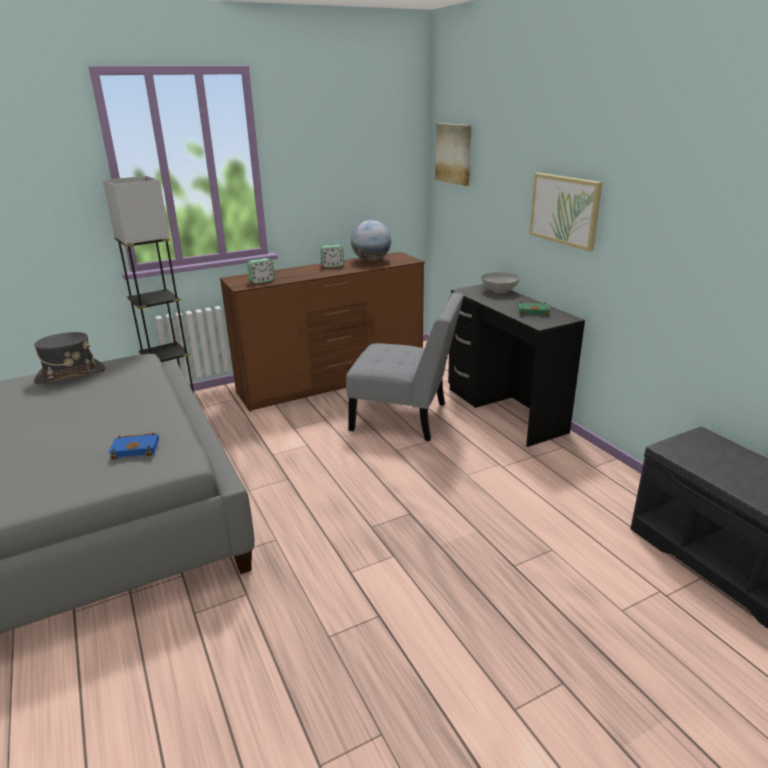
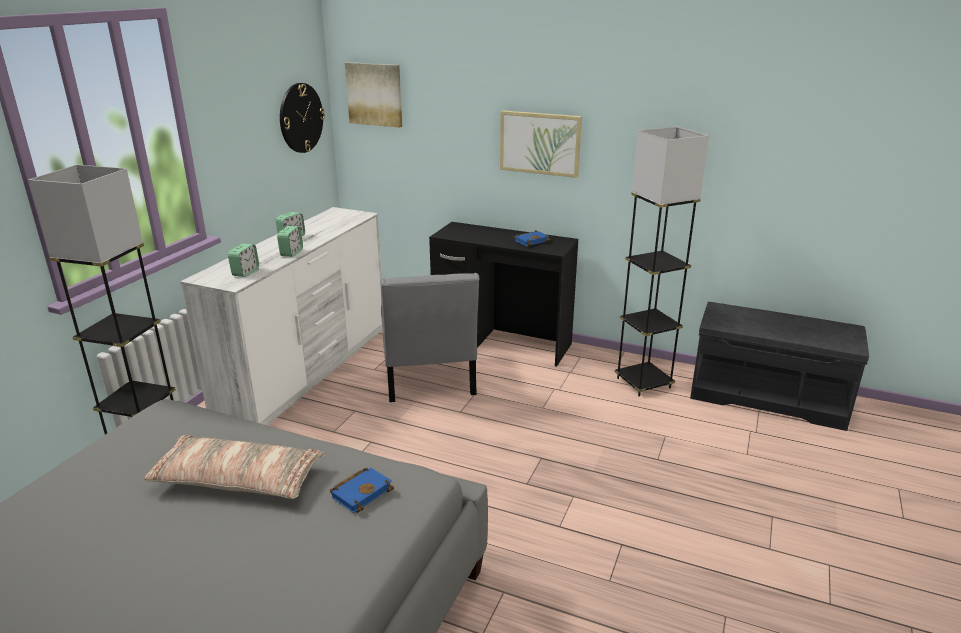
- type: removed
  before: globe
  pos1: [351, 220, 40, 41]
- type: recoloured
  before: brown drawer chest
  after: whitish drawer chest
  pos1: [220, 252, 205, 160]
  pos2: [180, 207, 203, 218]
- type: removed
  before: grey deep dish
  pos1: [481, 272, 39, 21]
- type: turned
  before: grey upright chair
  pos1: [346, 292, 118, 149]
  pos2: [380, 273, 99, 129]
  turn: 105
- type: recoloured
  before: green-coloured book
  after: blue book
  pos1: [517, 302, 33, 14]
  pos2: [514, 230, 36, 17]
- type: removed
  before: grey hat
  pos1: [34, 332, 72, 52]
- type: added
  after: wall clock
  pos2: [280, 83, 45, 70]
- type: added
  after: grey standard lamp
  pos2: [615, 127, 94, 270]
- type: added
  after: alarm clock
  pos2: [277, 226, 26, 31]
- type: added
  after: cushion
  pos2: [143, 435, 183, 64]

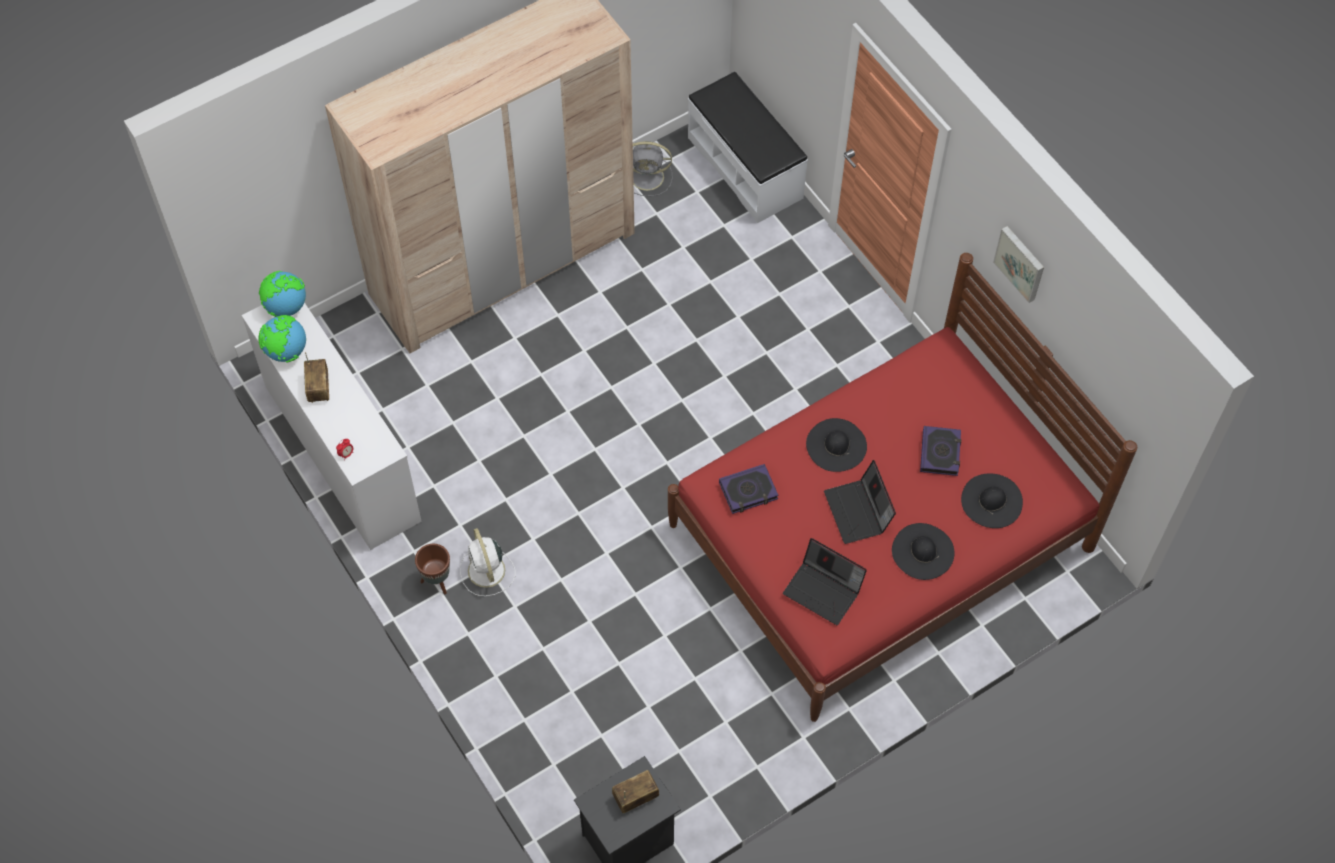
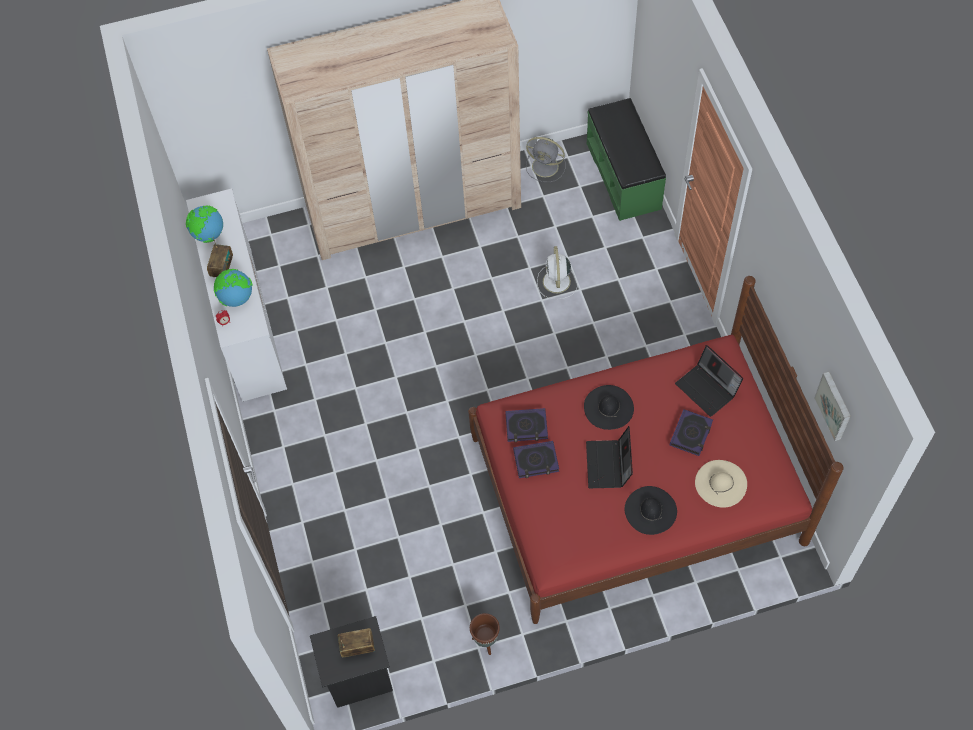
- type: recoloured
  before: whitish long seat
  after: green-coloured long seat
  pos1: [688, 72, 120, 151]
  pos2: [587, 98, 79, 123]
- type: moved
  before: wall art
  pos1: [993, 226, 51, 77]
  pos2: [814, 372, 37, 69]
- type: moved
  before: globe
  pos1: [259, 271, 47, 46]
  pos2: [214, 269, 39, 38]
- type: recoloured
  before: blackish hat
  after: beige-coloured hat
  pos1: [961, 473, 62, 55]
  pos2: [695, 460, 52, 48]
- type: moved
  before: whitish electric fan
  pos1: [460, 528, 55, 68]
  pos2: [537, 246, 41, 53]
- type: moved
  before: notebook computer
  pos1: [783, 538, 84, 87]
  pos2: [675, 345, 68, 72]
- type: moved
  before: brown planter
  pos1: [415, 544, 35, 50]
  pos2: [470, 613, 30, 42]
- type: added
  after: book
  pos2: [513, 441, 46, 37]

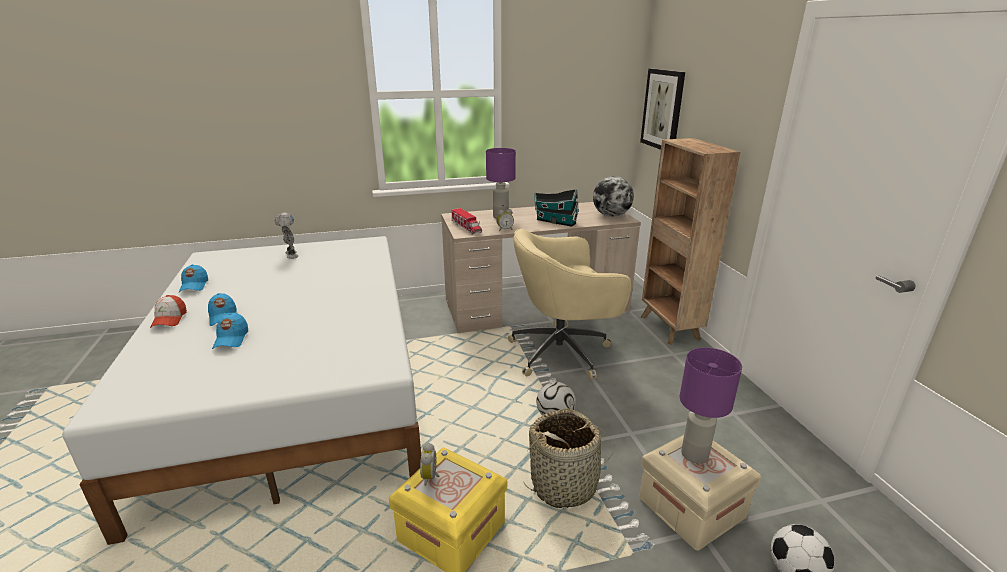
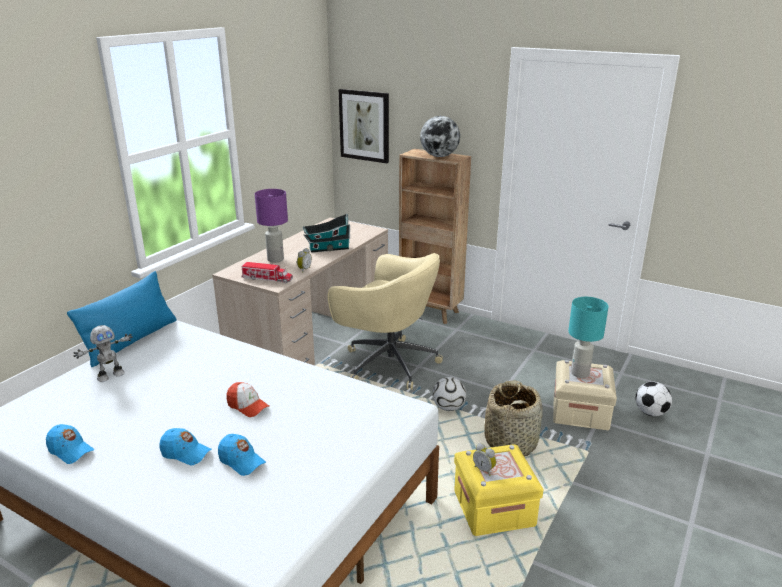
- type: moved
  before: globe
  pos1: [593, 176, 41, 41]
  pos2: [420, 116, 40, 41]
- type: turned
  before: model robot
  pos1: [275, 212, 23, 47]
  pos2: [74, 325, 59, 57]
  turn: 120
- type: turned
  before: beige-coloured office chair
  pos1: [508, 229, 123, 150]
  pos2: [328, 253, 115, 137]
  turn: -90
- type: moved
  before: baseball cap
  pos1: [150, 295, 37, 33]
  pos2: [226, 382, 43, 35]
- type: recoloured
  before: purple lamp for a table
  after: turquoise-coloured lamp for a table
  pos1: [680, 347, 62, 116]
  pos2: [568, 297, 41, 81]
- type: added
  after: blue cushion
  pos2: [67, 271, 109, 96]

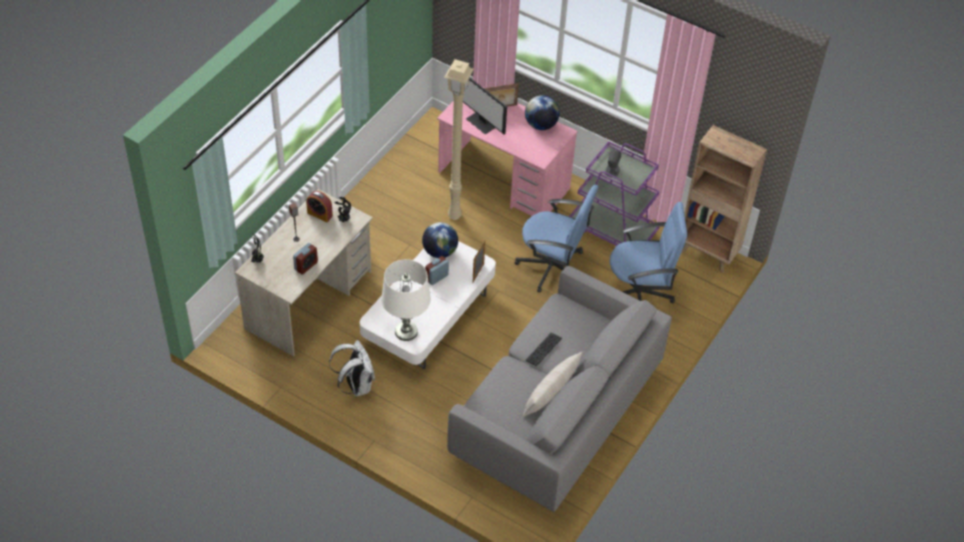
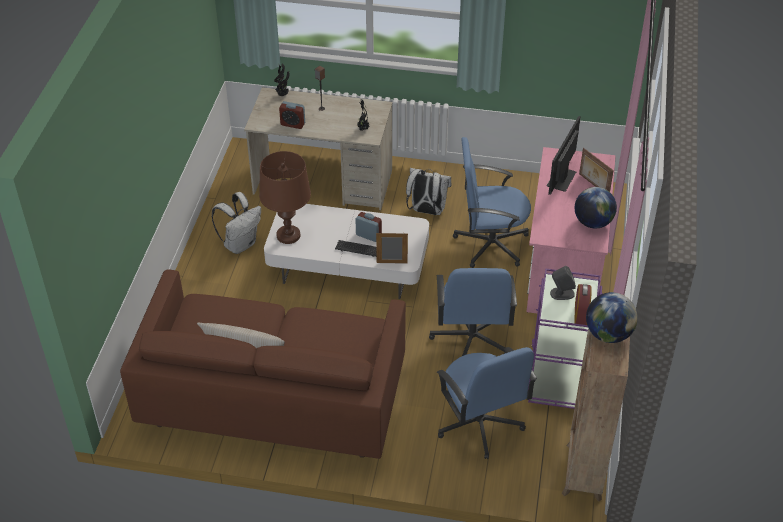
- type: replaced
  before: beige-coloured standard lamp
  after: blue office chair
  pos1: [444, 59, 30, 161]
  pos2: [453, 137, 78, 131]
- type: moved
  before: alarm clock
  pos1: [306, 191, 27, 31]
  pos2: [574, 284, 18, 41]
- type: moved
  before: globe
  pos1: [422, 222, 36, 36]
  pos2: [586, 292, 52, 51]
- type: recoloured
  before: whitish lamp for a table
  after: brown lamp for a table
  pos1: [381, 259, 50, 82]
  pos2: [259, 151, 52, 93]
- type: recoloured
  before: grey settee
  after: brown settee
  pos1: [447, 266, 225, 246]
  pos2: [120, 269, 286, 190]
- type: moved
  before: computer keyboard
  pos1: [525, 332, 37, 35]
  pos2: [335, 240, 42, 17]
- type: added
  after: whitish backpack
  pos2: [406, 168, 45, 47]

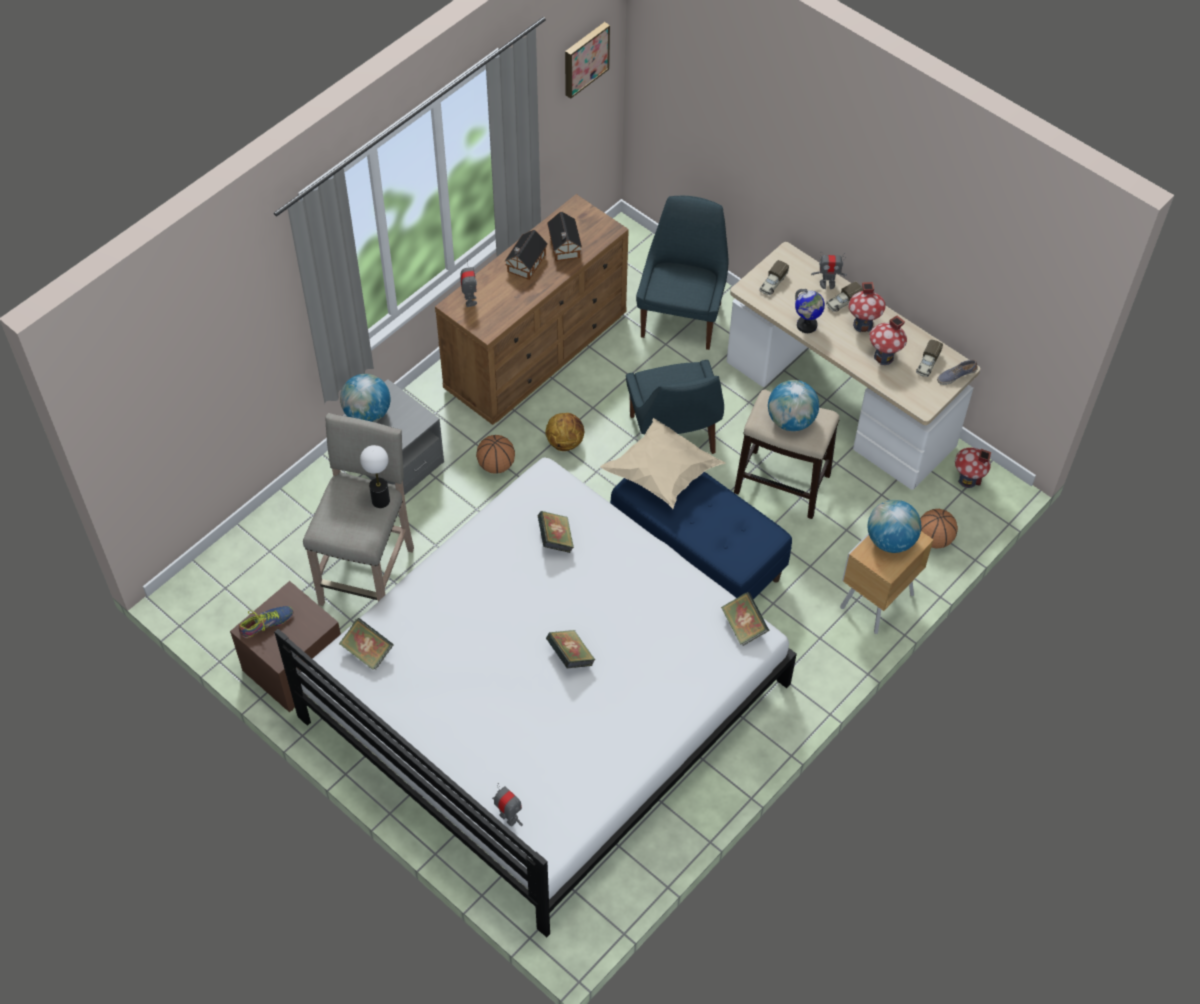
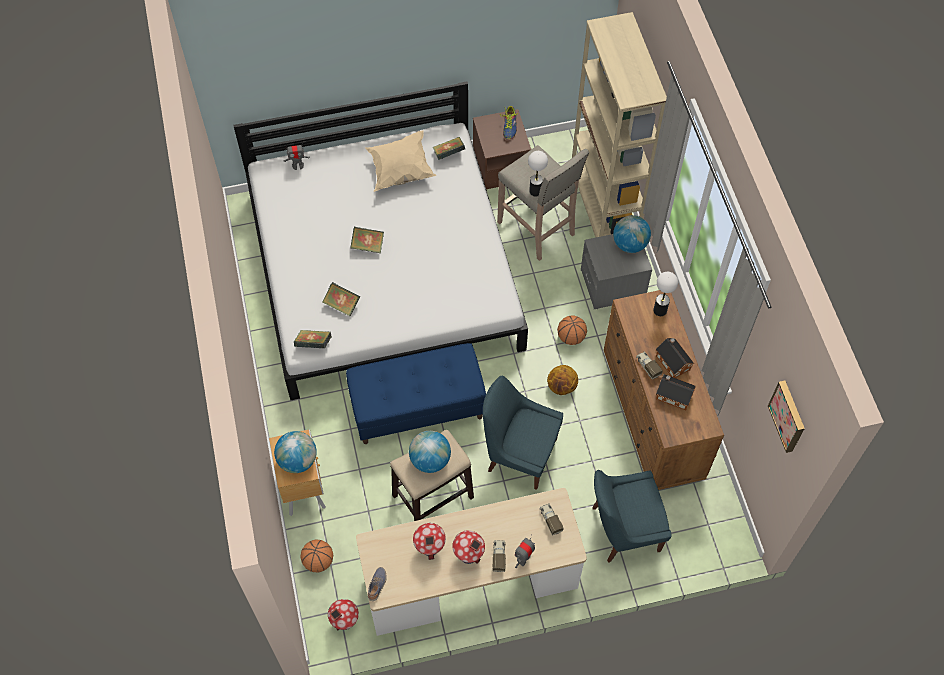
- type: turned
  before: blue upright chair
  pos1: [636, 196, 92, 154]
  pos2: [593, 470, 79, 92]
  turn: 120
- type: replaced
  before: model robot
  after: lamp for a table
  pos1: [460, 259, 17, 48]
  pos2: [653, 272, 25, 44]
- type: removed
  before: globe
  pos1: [795, 289, 30, 44]
- type: moved
  before: toy truck
  pos1: [916, 339, 27, 38]
  pos2: [636, 351, 27, 29]
- type: moved
  before: beige-coloured cushion
  pos1: [600, 418, 126, 91]
  pos2: [365, 131, 71, 61]
- type: moved
  before: book
  pos1: [538, 511, 36, 42]
  pos2: [322, 282, 38, 34]
- type: added
  after: beige-coloured shelving unit
  pos2: [572, 12, 95, 226]

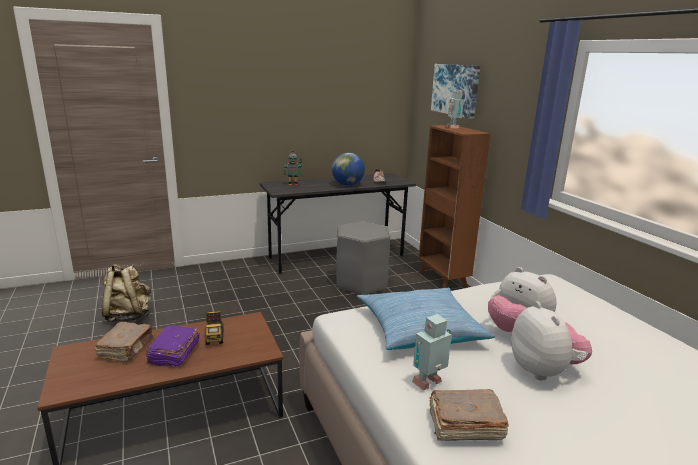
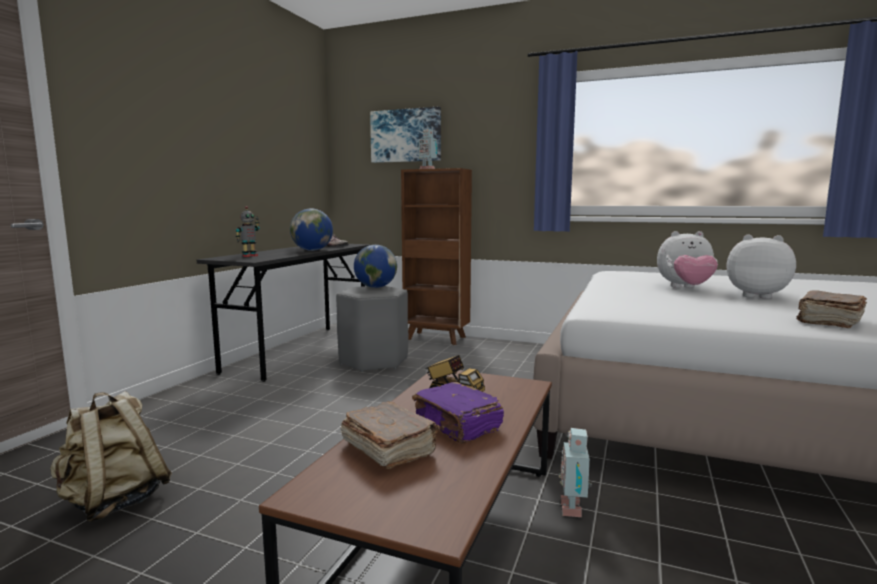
- type: removed
  before: cushion
  pos1: [357, 288, 138, 62]
- type: moved
  before: model robot
  pos1: [412, 314, 40, 76]
  pos2: [559, 428, 33, 89]
- type: added
  after: globe
  pos2: [354, 245, 43, 43]

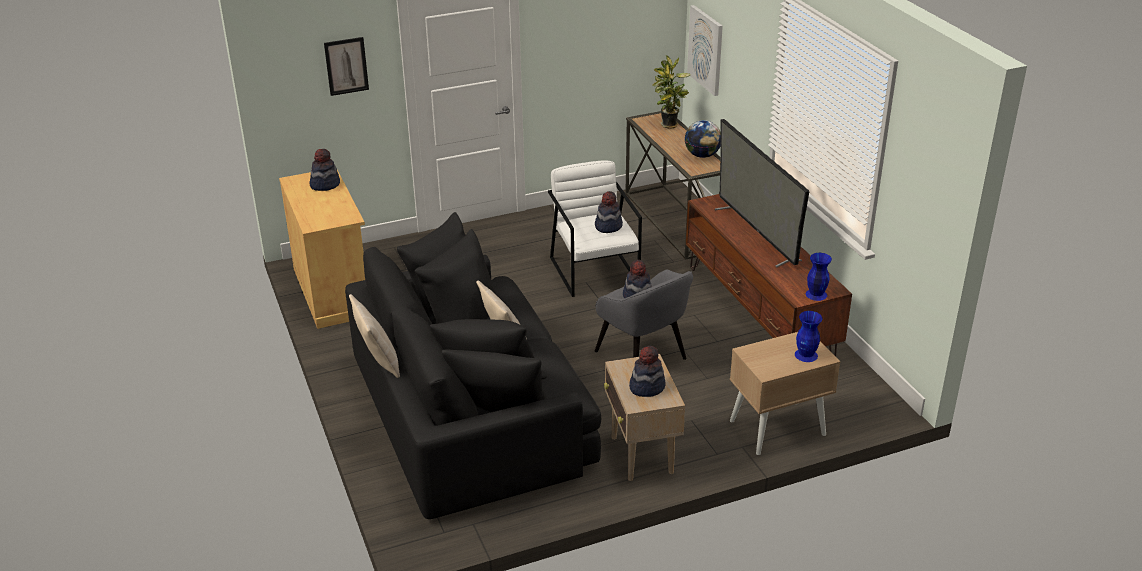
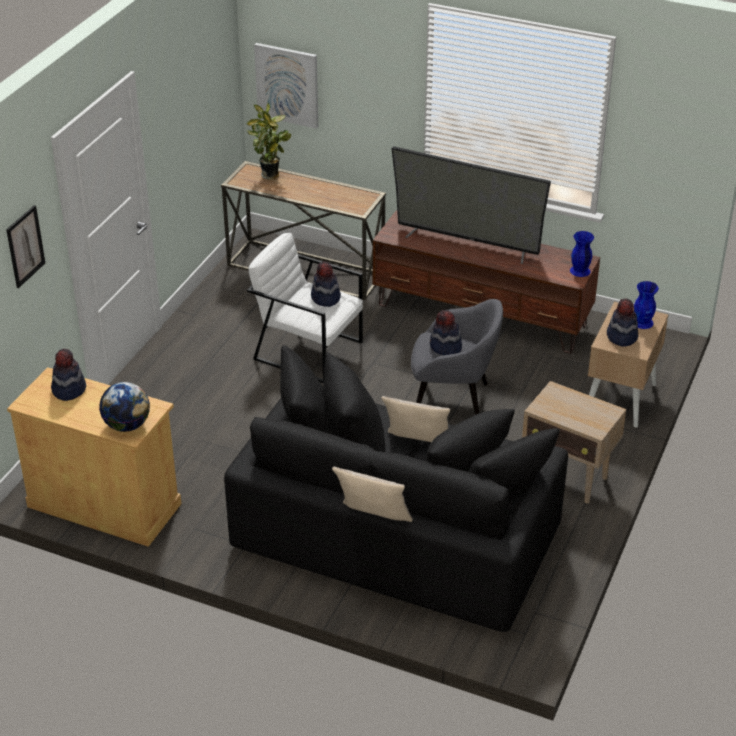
- type: moved
  before: globe
  pos1: [685, 120, 35, 38]
  pos2: [99, 382, 51, 50]
- type: moved
  before: hat
  pos1: [629, 346, 36, 51]
  pos2: [607, 299, 32, 48]

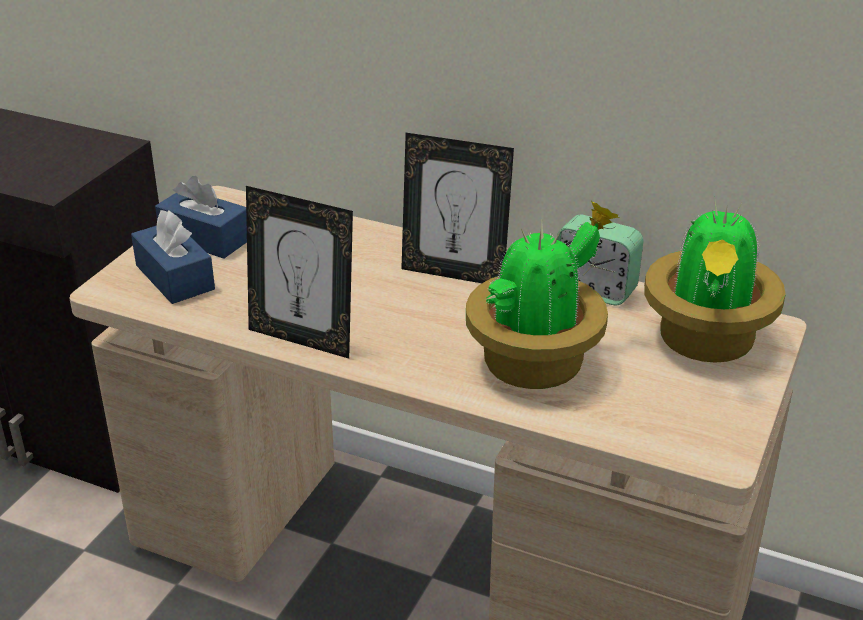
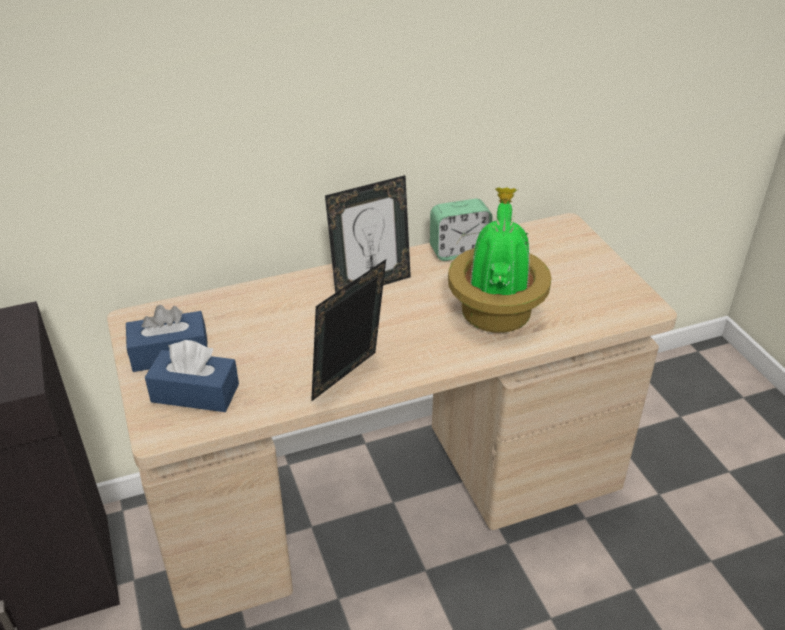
- type: turned
  before: standing frame
  pos1: [246, 186, 107, 172]
  pos2: [311, 259, 75, 143]
  turn: 150
- type: removed
  before: potted plant
  pos1: [644, 202, 142, 161]

